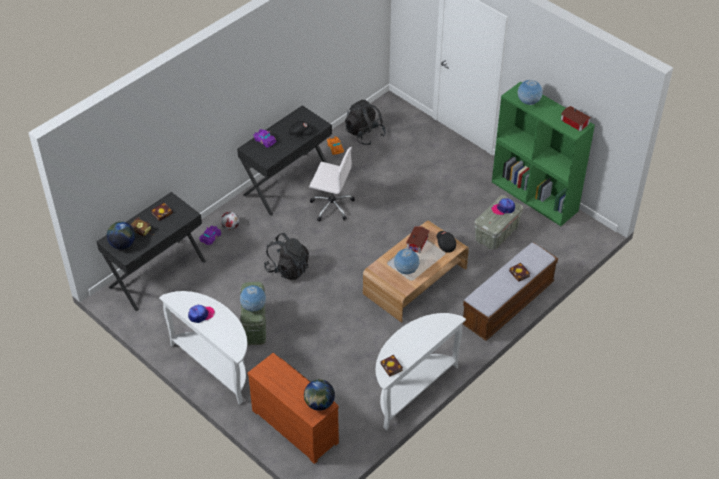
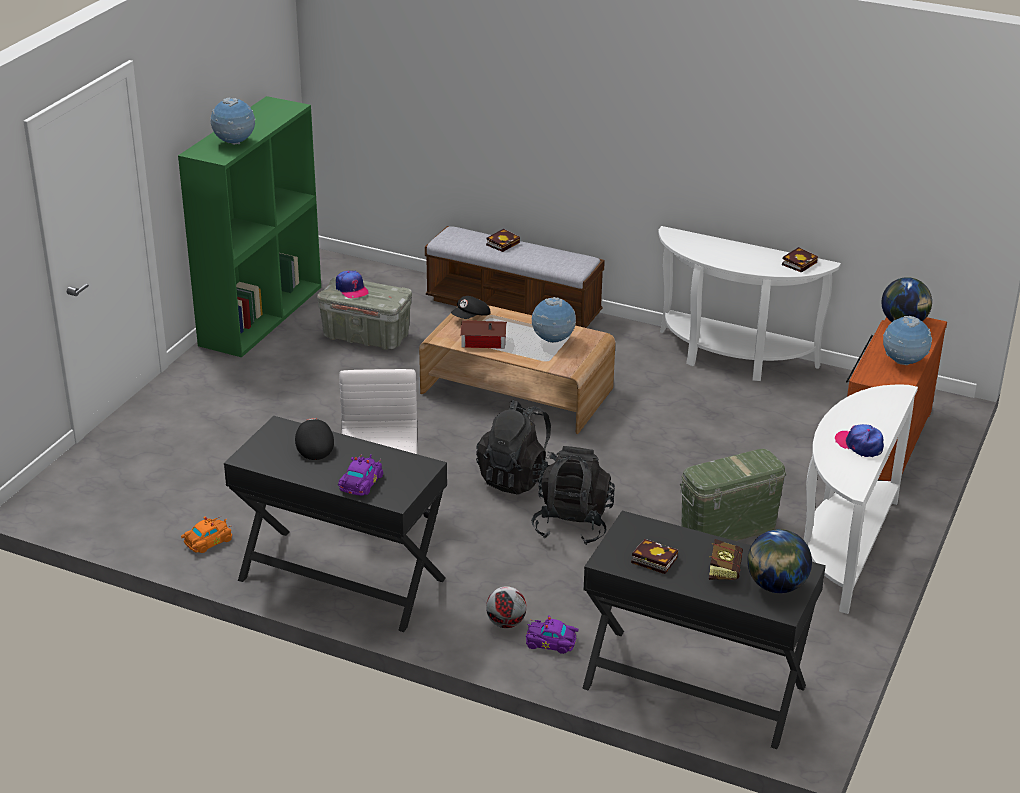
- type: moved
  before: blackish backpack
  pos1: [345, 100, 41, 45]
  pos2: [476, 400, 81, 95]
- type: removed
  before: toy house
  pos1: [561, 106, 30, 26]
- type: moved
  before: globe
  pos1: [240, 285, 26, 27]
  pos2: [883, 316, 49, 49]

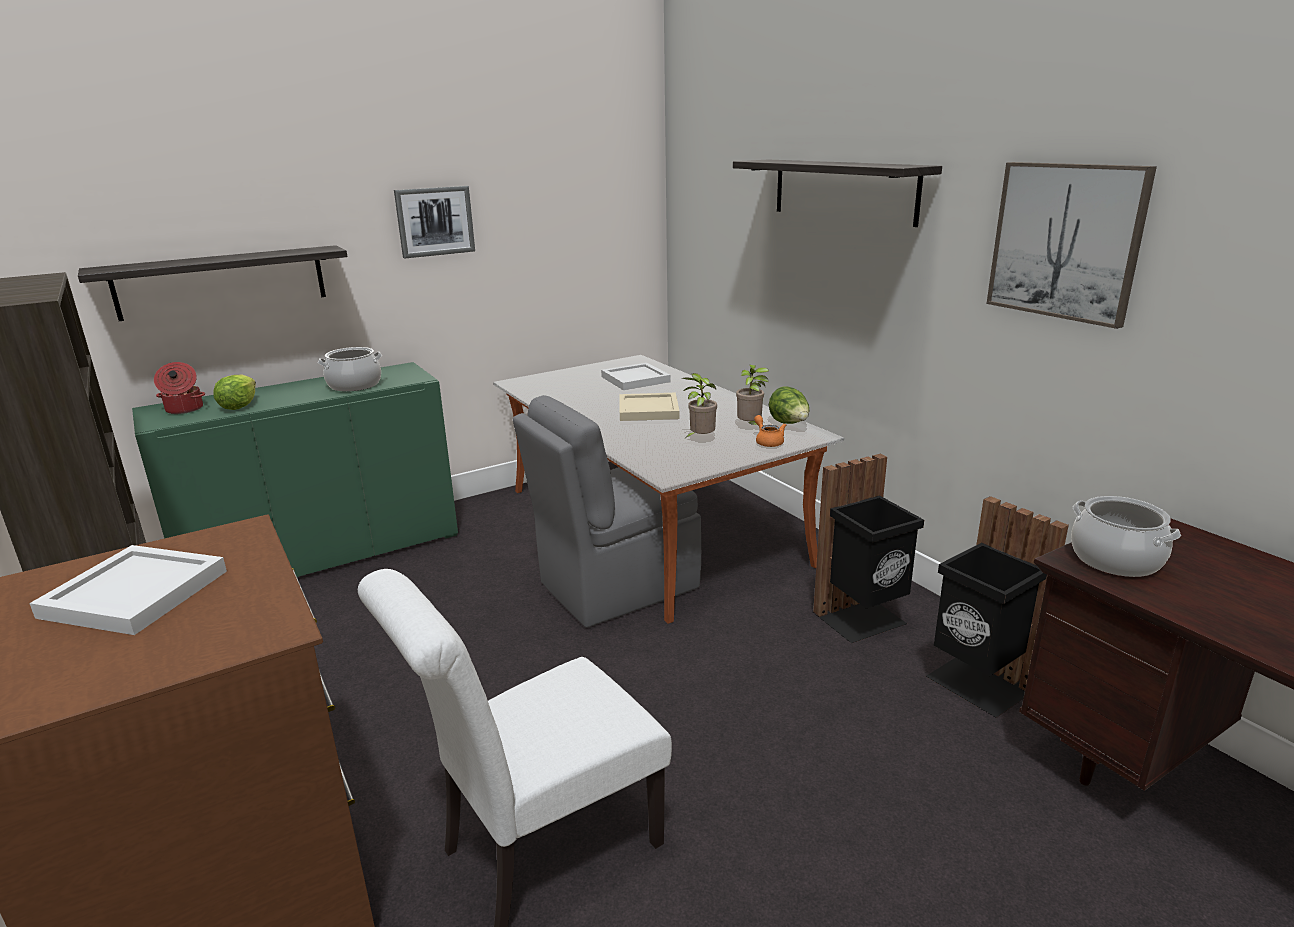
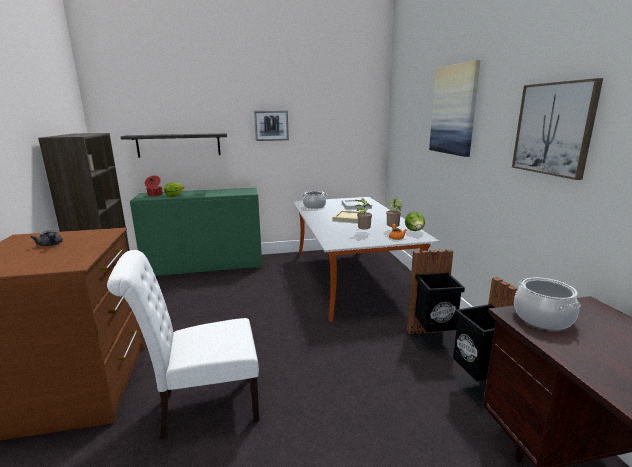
- type: replaced
  before: wall shelf
  after: wall art
  pos1: [733, 160, 209, 67]
  pos2: [429, 60, 51, 97]
- type: moved
  before: cooking pot
  pos1: [318, 347, 64, 45]
  pos2: [301, 191, 26, 18]
- type: removed
  before: grey upright chair
  pos1: [513, 395, 188, 233]
- type: replaced
  before: whitish carrying tray
  after: grey pot for tea
  pos1: [29, 545, 198, 90]
  pos2: [30, 230, 33, 16]

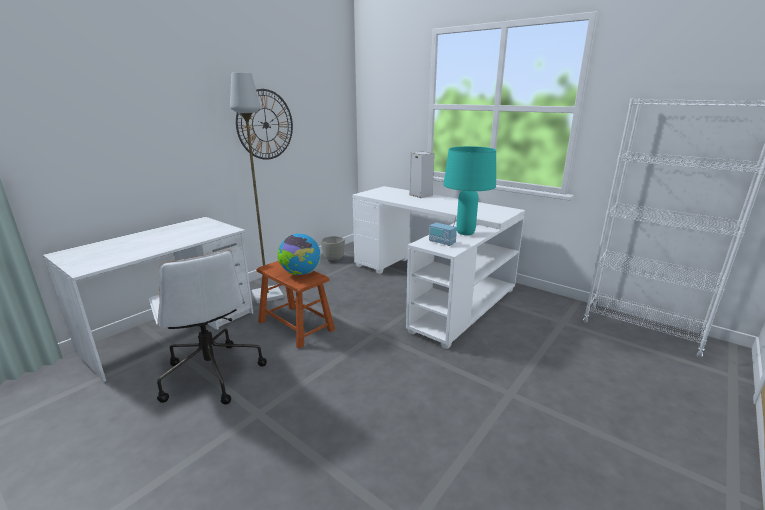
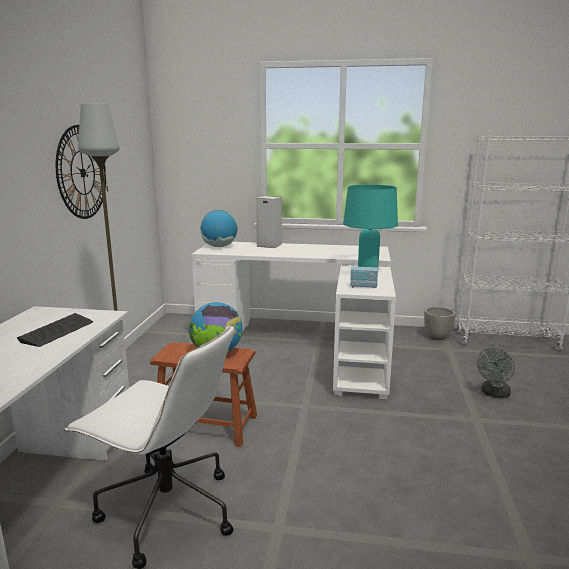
- type: moved
  before: grey planter
  pos1: [321, 236, 24, 26]
  pos2: [424, 307, 32, 33]
- type: added
  after: globe
  pos2: [200, 210, 37, 37]
- type: added
  after: computer keyboard
  pos2: [17, 313, 76, 34]
- type: added
  after: grey electric fan
  pos2: [477, 347, 38, 51]

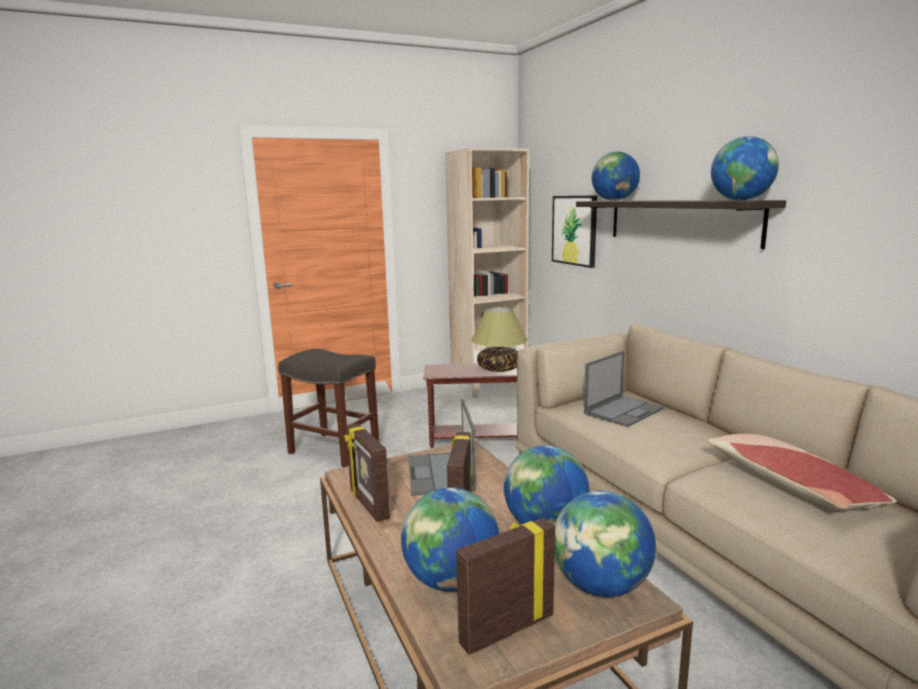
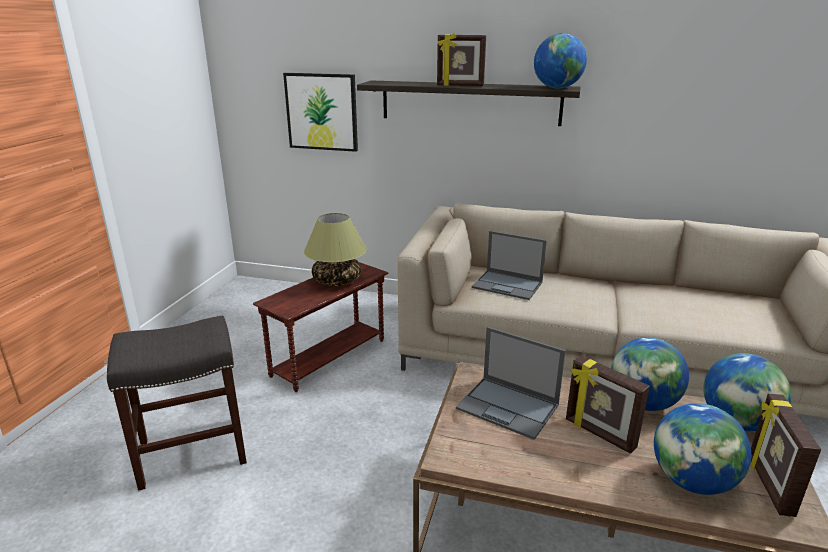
- type: removed
  before: beige-coloured shelving unit
  pos1: [445, 148, 84, 250]
- type: removed
  before: globe
  pos1: [592, 152, 48, 49]
- type: turned
  before: notebook computer
  pos1: [584, 351, 80, 76]
  pos2: [471, 231, 76, 69]
  turn: 120
- type: moved
  before: standing frame
  pos1: [344, 423, 46, 99]
  pos2: [437, 33, 49, 53]
- type: removed
  before: cushion
  pos1: [707, 434, 190, 76]

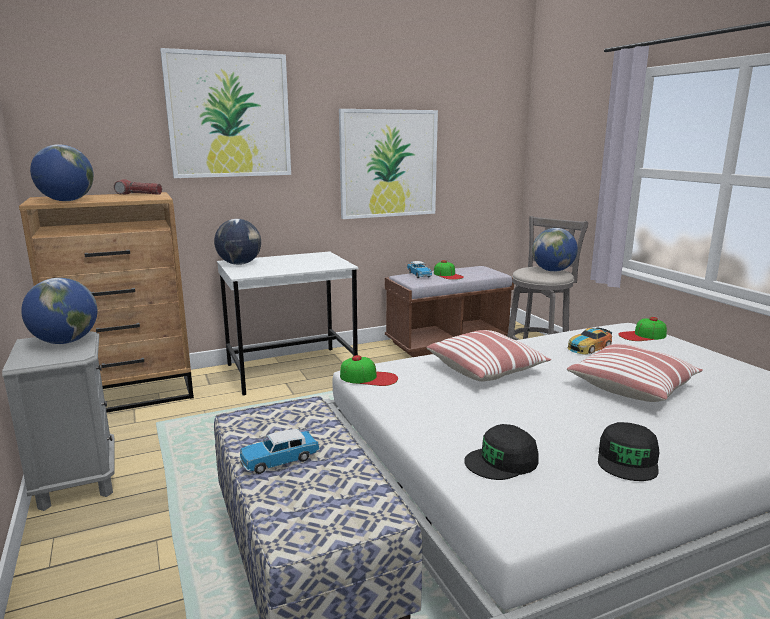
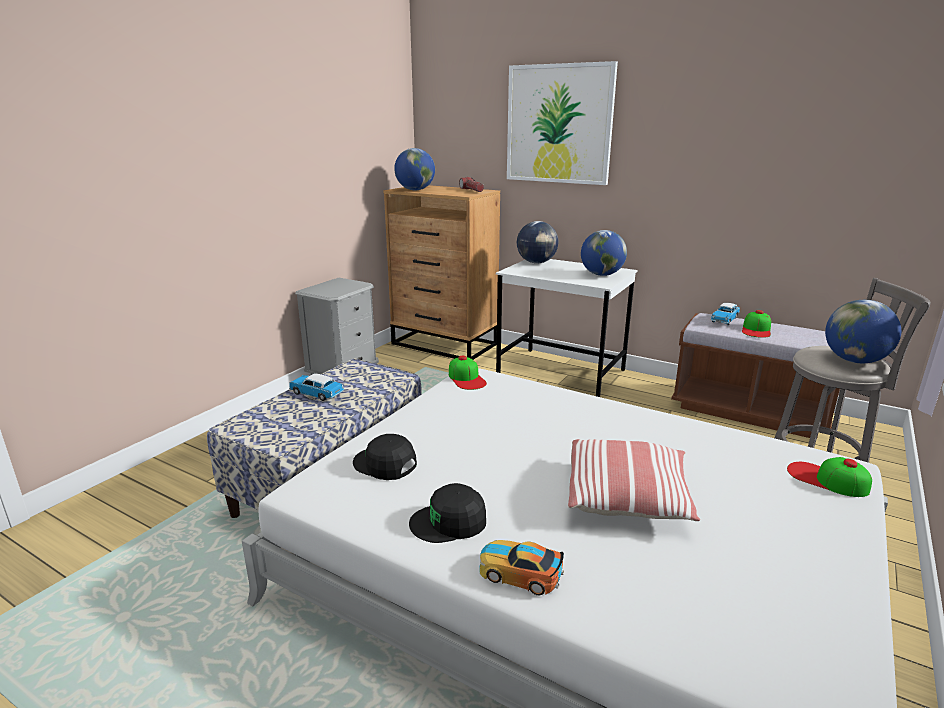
- type: removed
  before: wall art
  pos1: [339, 109, 99, 110]
- type: moved
  before: globe
  pos1: [21, 278, 76, 66]
  pos2: [581, 230, 46, 46]
- type: moved
  before: model car
  pos1: [567, 327, 45, 27]
  pos2: [479, 540, 85, 55]
- type: removed
  before: cushion
  pos1: [427, 330, 124, 51]

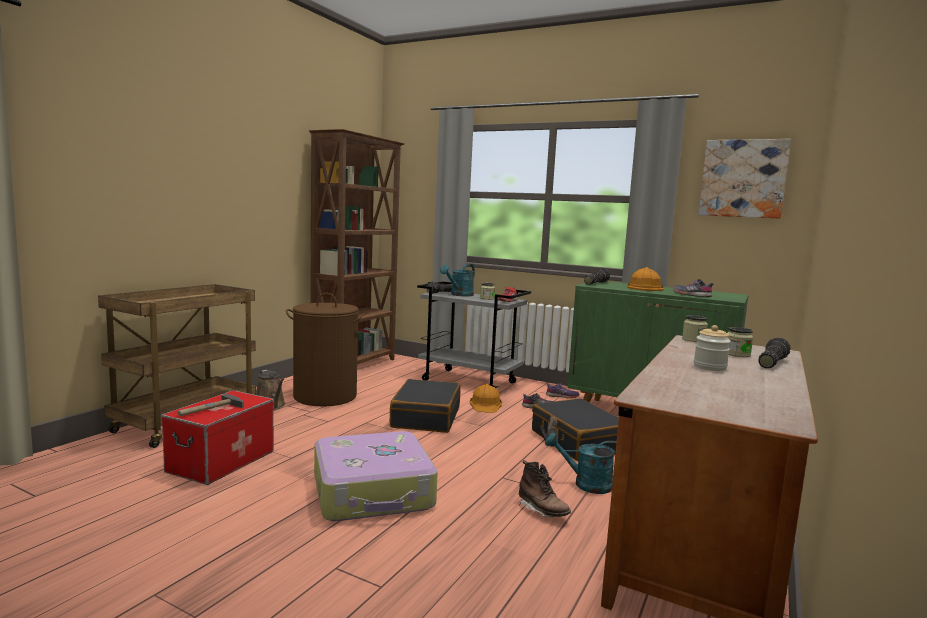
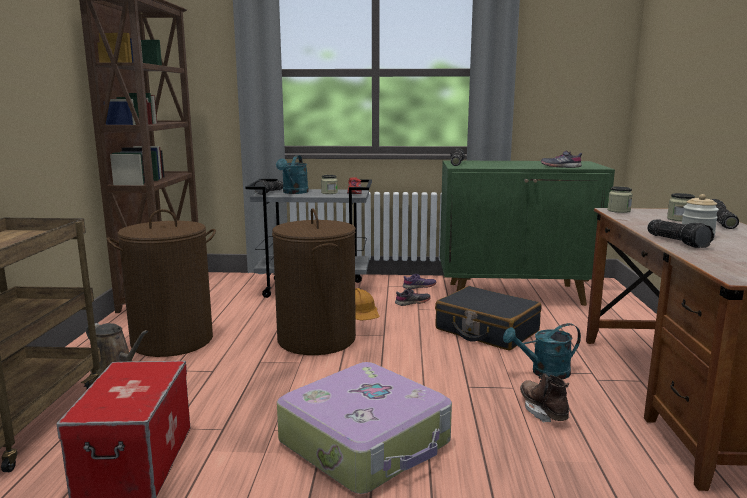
- type: removed
  before: wall art
  pos1: [699, 139, 92, 80]
- type: removed
  before: orange-coloured work helmet
  pos1: [627, 267, 37, 24]
- type: replaced
  before: blackish piece of luggage
  after: brown hamper
  pos1: [390, 379, 71, 54]
  pos2: [272, 208, 84, 147]
- type: removed
  before: hand hammer
  pos1: [177, 394, 67, 22]
- type: turned
  before: brown tall boot
  pos1: [519, 460, 52, 58]
  pos2: [520, 373, 49, 50]
  turn: -135
- type: added
  after: hand torch
  pos2: [647, 219, 67, 29]

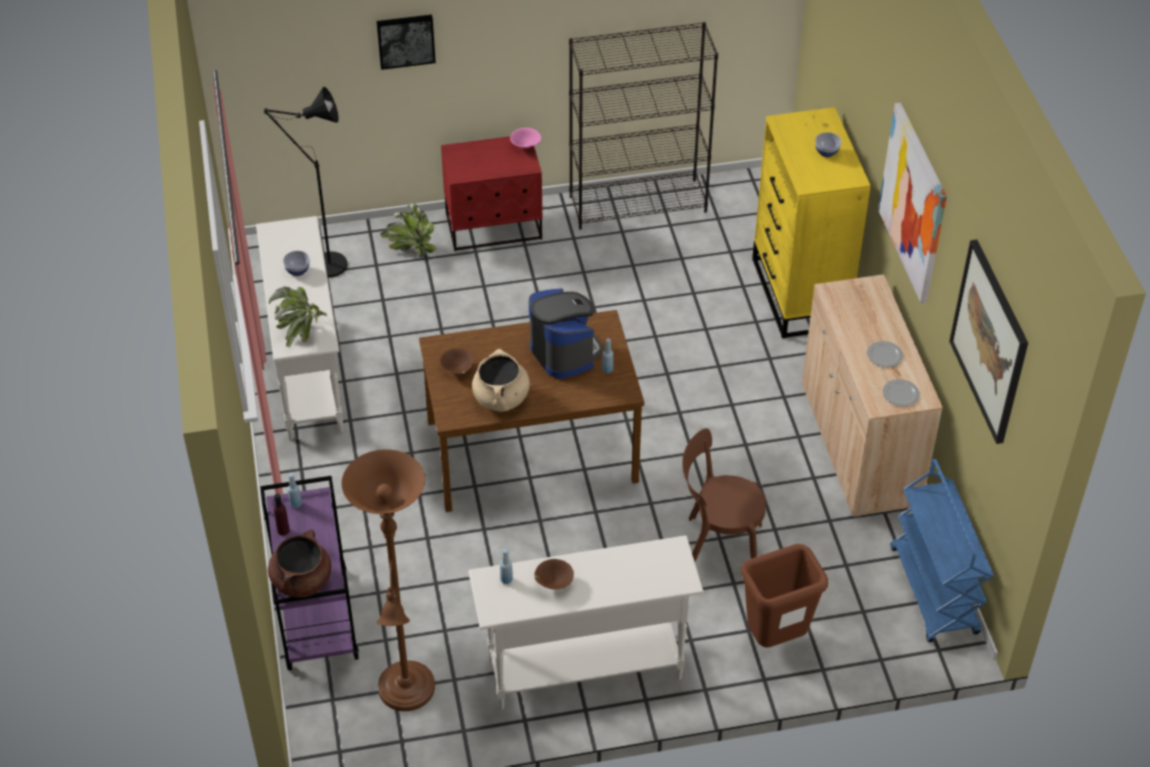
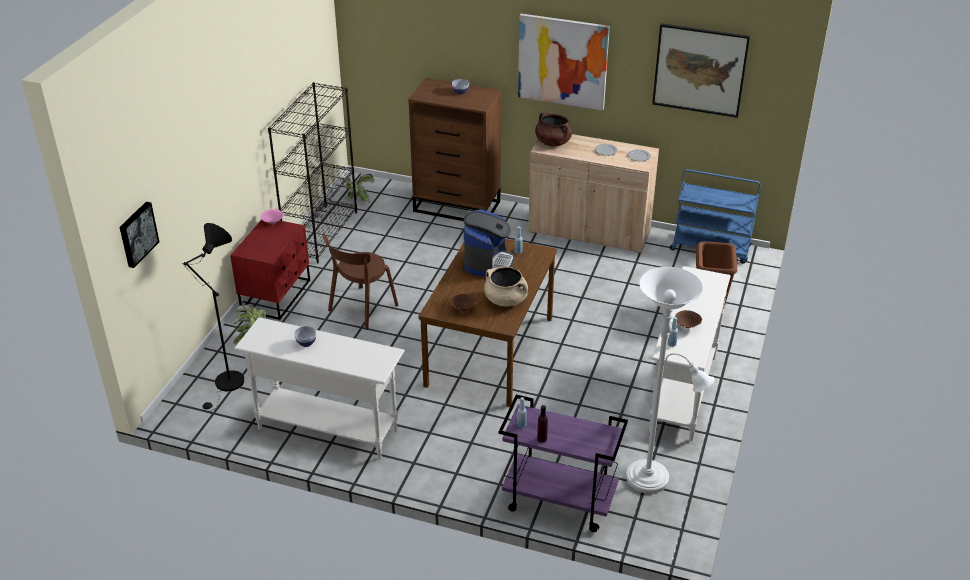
- type: moved
  before: wall art
  pos1: [376, 15, 60, 55]
  pos2: [120, 202, 39, 66]
- type: recoloured
  before: yellow drawer chest
  after: brown drawer chest
  pos1: [752, 107, 119, 231]
  pos2: [408, 78, 93, 143]
- type: moved
  before: potted plant
  pos1: [269, 287, 58, 60]
  pos2: [343, 174, 32, 29]
- type: turned
  before: coffee maker
  pos1: [529, 288, 73, 90]
  pos2: [464, 209, 51, 68]
  turn: 105
- type: moved
  before: brown upright chair
  pos1: [682, 428, 84, 134]
  pos2: [323, 233, 76, 97]
- type: recoloured
  before: brown standard lamp
  after: whitish standard lamp
  pos1: [341, 449, 94, 262]
  pos2: [626, 267, 89, 227]
- type: moved
  before: brown cooking pot
  pos1: [268, 529, 63, 69]
  pos2: [535, 112, 37, 34]

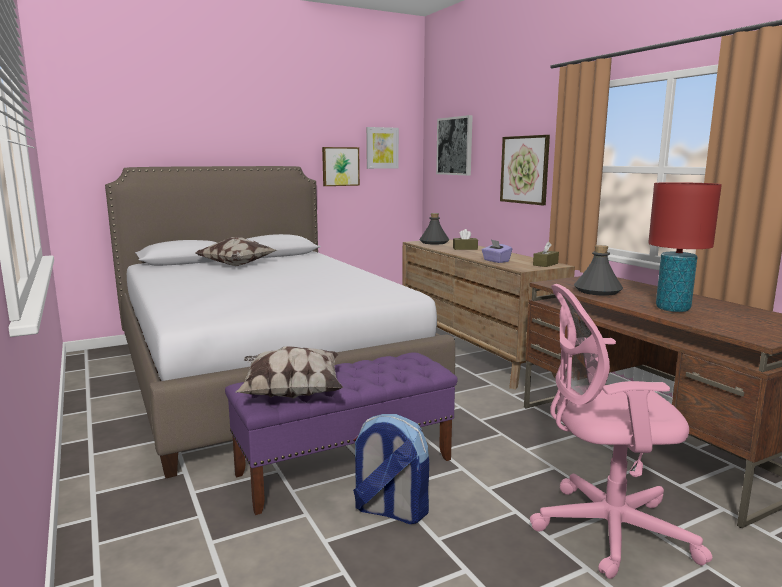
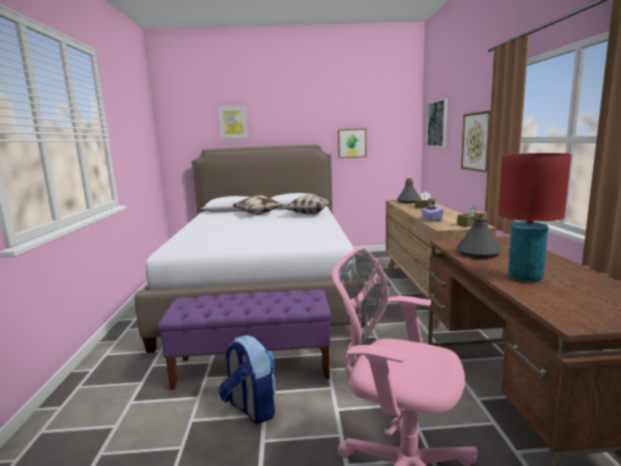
- type: moved
  before: wall art
  pos1: [366, 127, 33, 42]
  pos2: [218, 106, 30, 33]
- type: moved
  before: cushion
  pos1: [235, 347, 108, 52]
  pos2: [283, 195, 49, 20]

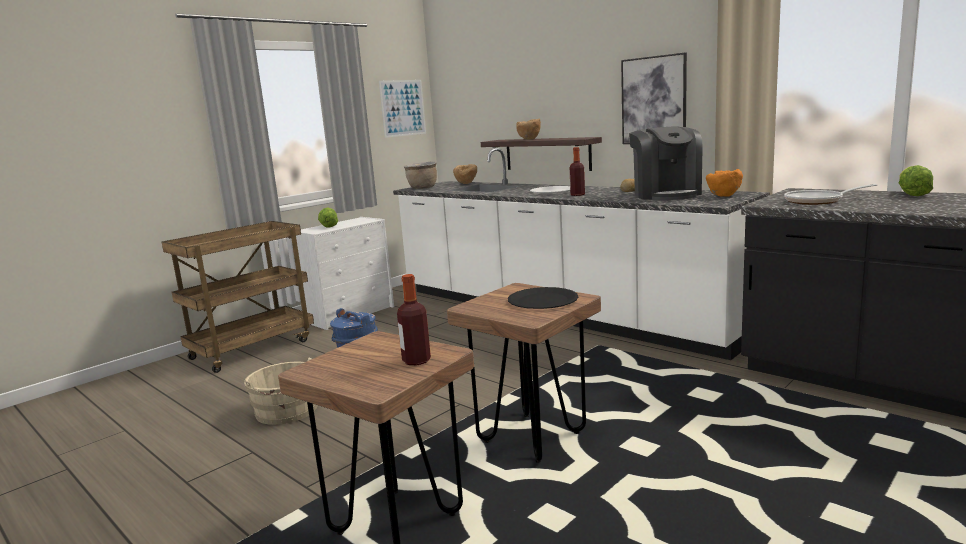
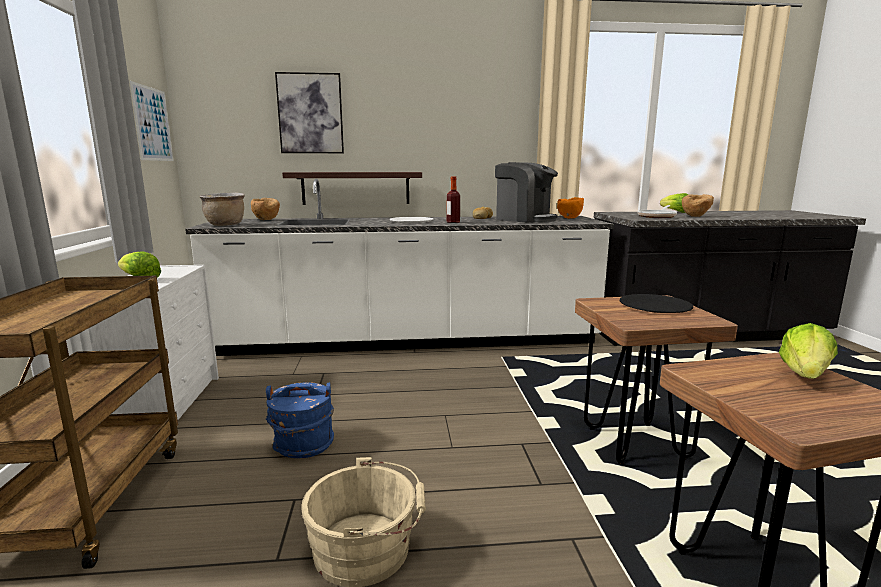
- type: moved
  before: wall art
  pos1: [621, 53, 66, 91]
  pos2: [275, 72, 69, 81]
- type: moved
  before: brown deep dish
  pos1: [516, 119, 25, 21]
  pos2: [682, 194, 32, 23]
- type: replaced
  before: beverage bottle
  after: lettuce head
  pos1: [397, 274, 34, 91]
  pos2: [779, 323, 59, 56]

